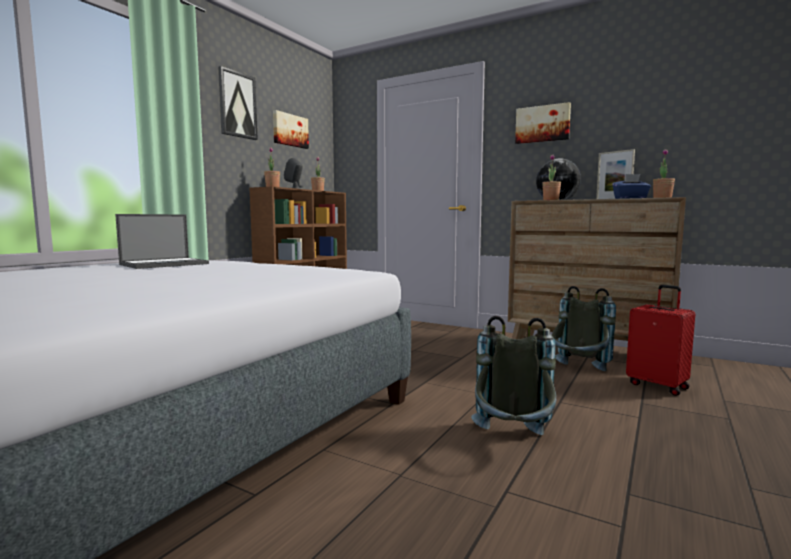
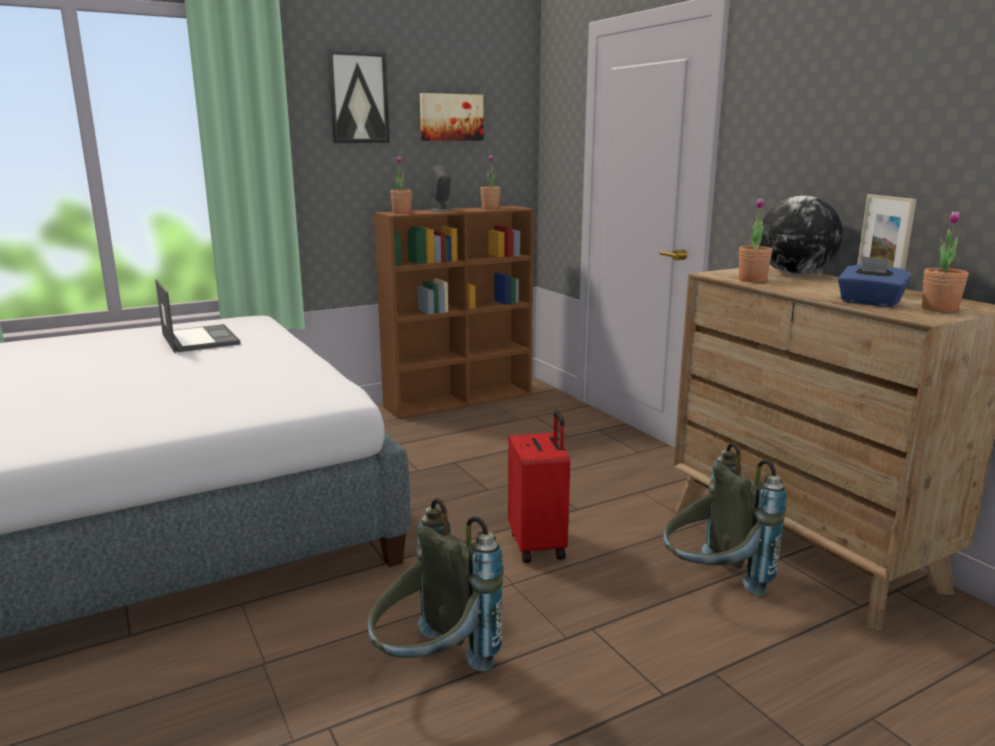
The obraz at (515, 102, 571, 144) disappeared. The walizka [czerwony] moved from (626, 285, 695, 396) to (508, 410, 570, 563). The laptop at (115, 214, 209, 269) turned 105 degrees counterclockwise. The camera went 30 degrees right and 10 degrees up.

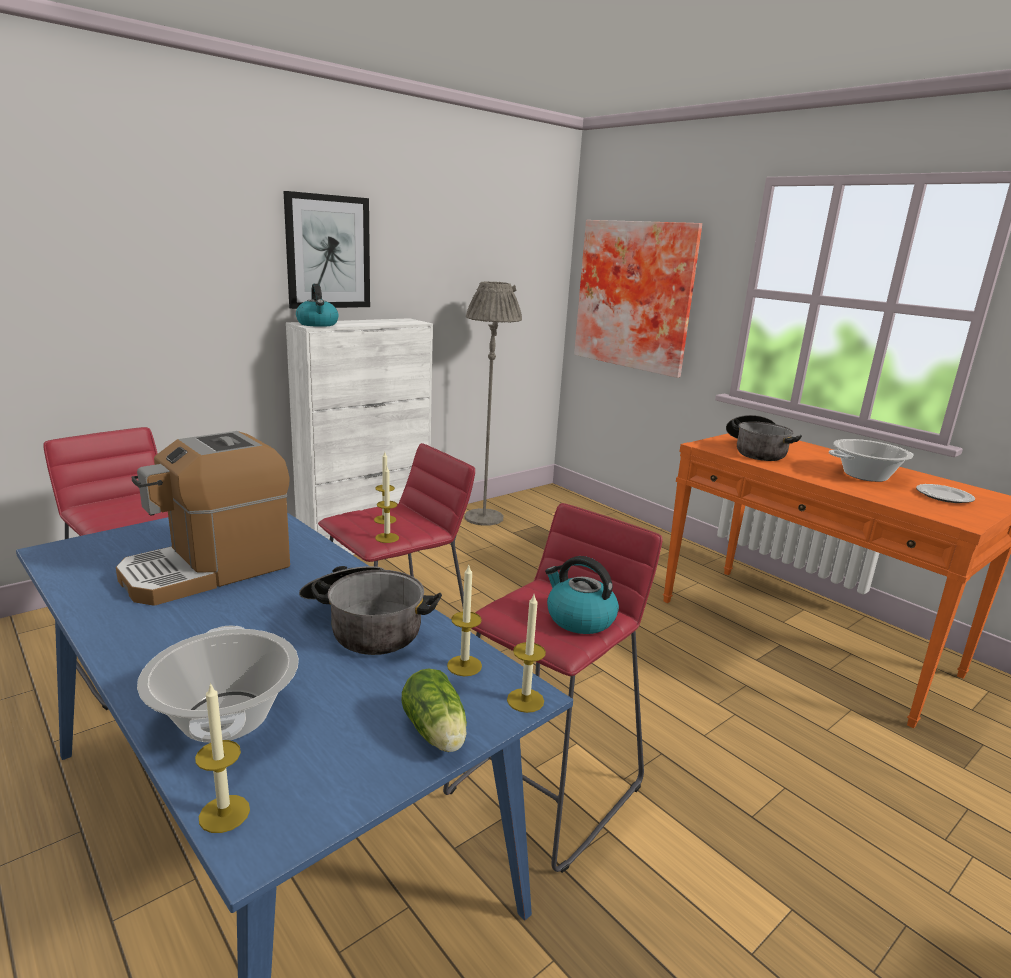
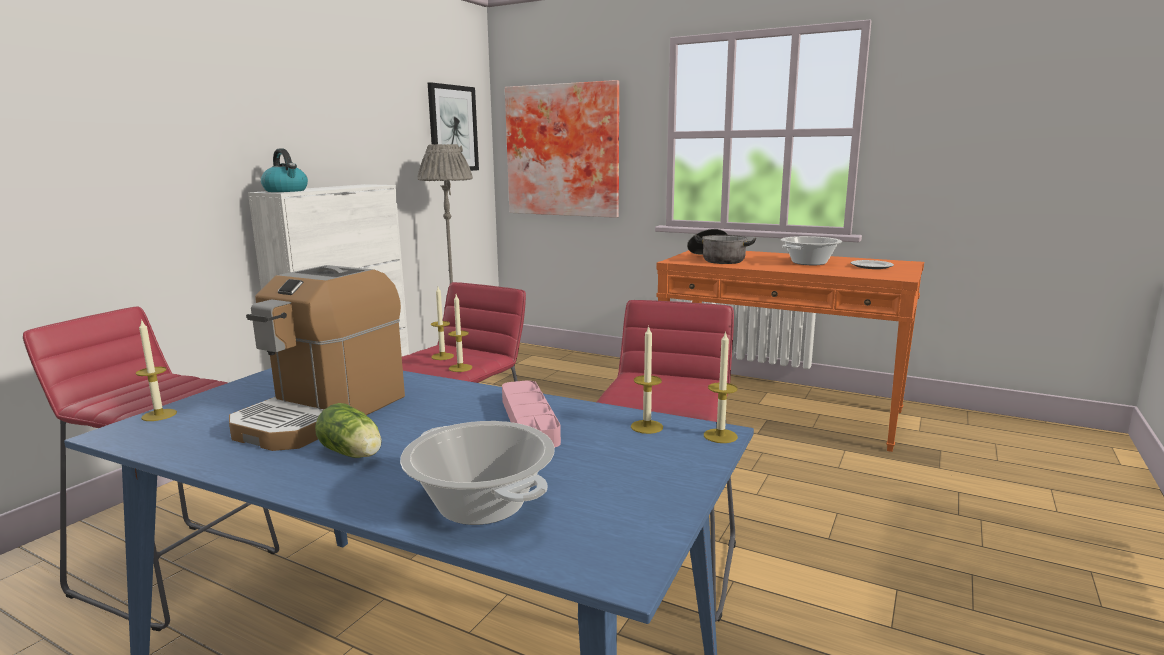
The czajnik at (545, 556, 619, 634) disappeared. The świeca moved from (195, 682, 250, 833) to (135, 319, 177, 421). The obraz moved from (283, 191, 370, 309) to (428, 82, 479, 171). The sałata moved from (402, 668, 467, 752) to (315, 403, 382, 458). The garnek at (299, 566, 442, 655) was replaced by the taca [różowy] at (502, 380, 561, 447). The camera went 20 degrees left and 5 degrees down.

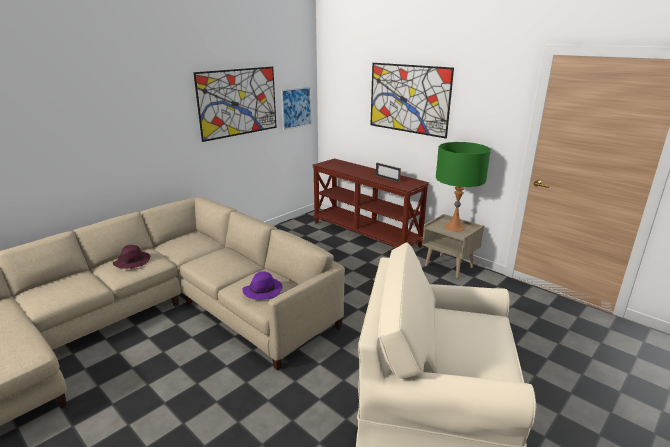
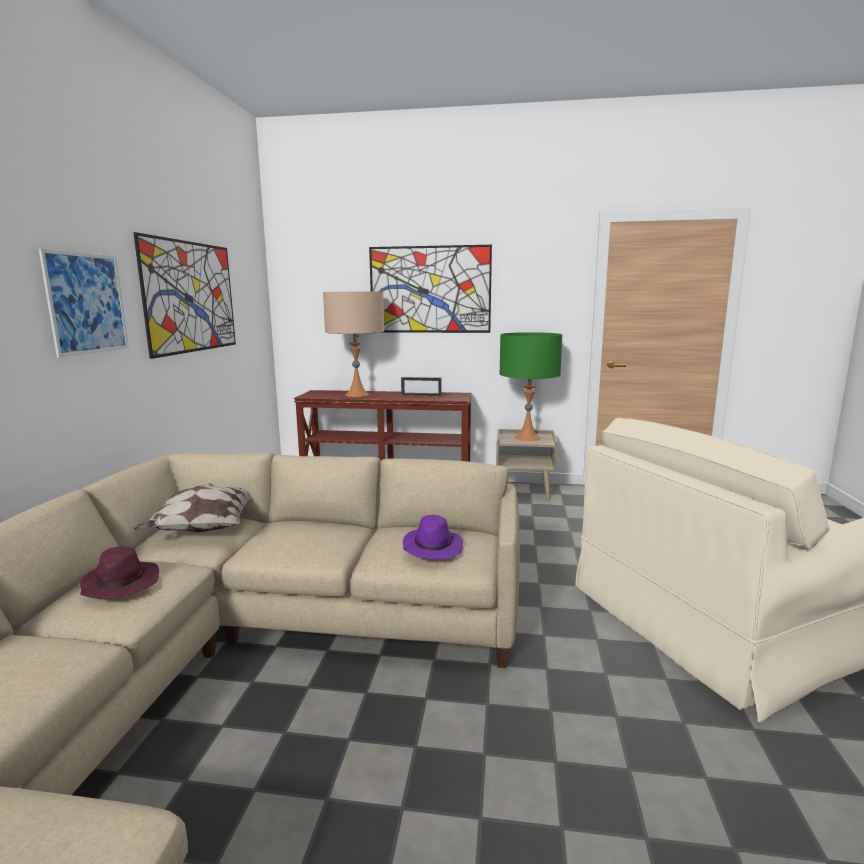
The poduszka at (134, 483, 251, 532) appeared. The lampa stołowa [beżowy] at (323, 292, 384, 397) appeared. The obraz moved from (281, 86, 312, 130) to (39, 249, 129, 357). The camera went 35 degrees left and 10 degrees down.

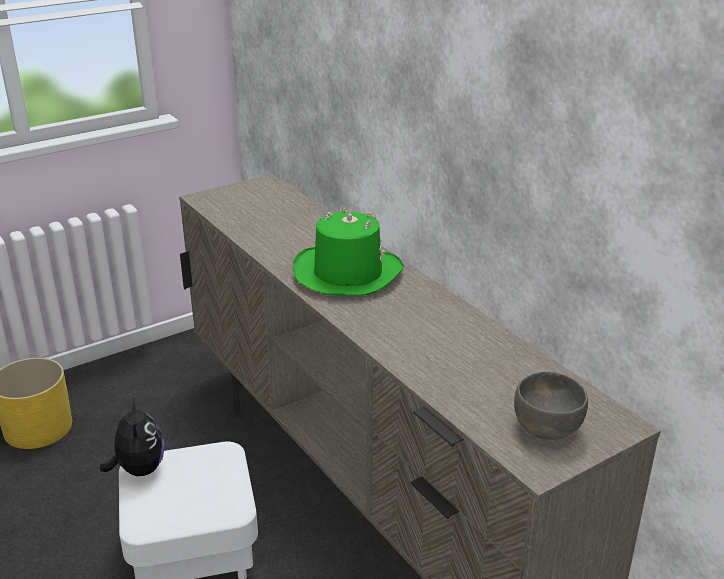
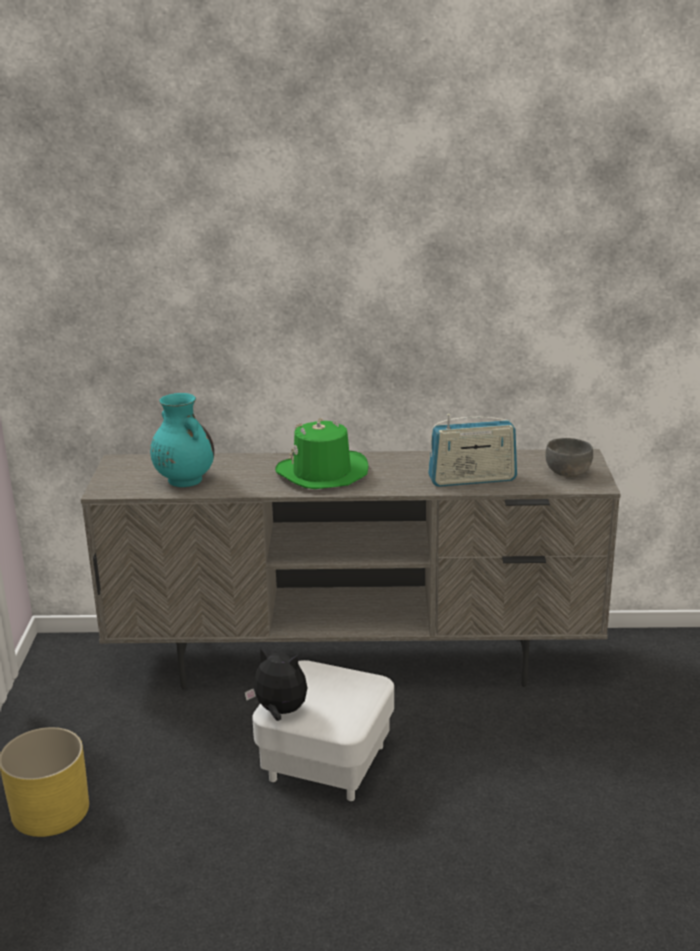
The wazon [turkusowy] at (150, 393, 214, 487) appeared. The radio at (428, 414, 517, 487) appeared. The camera went 55 degrees left and 5 degrees down.

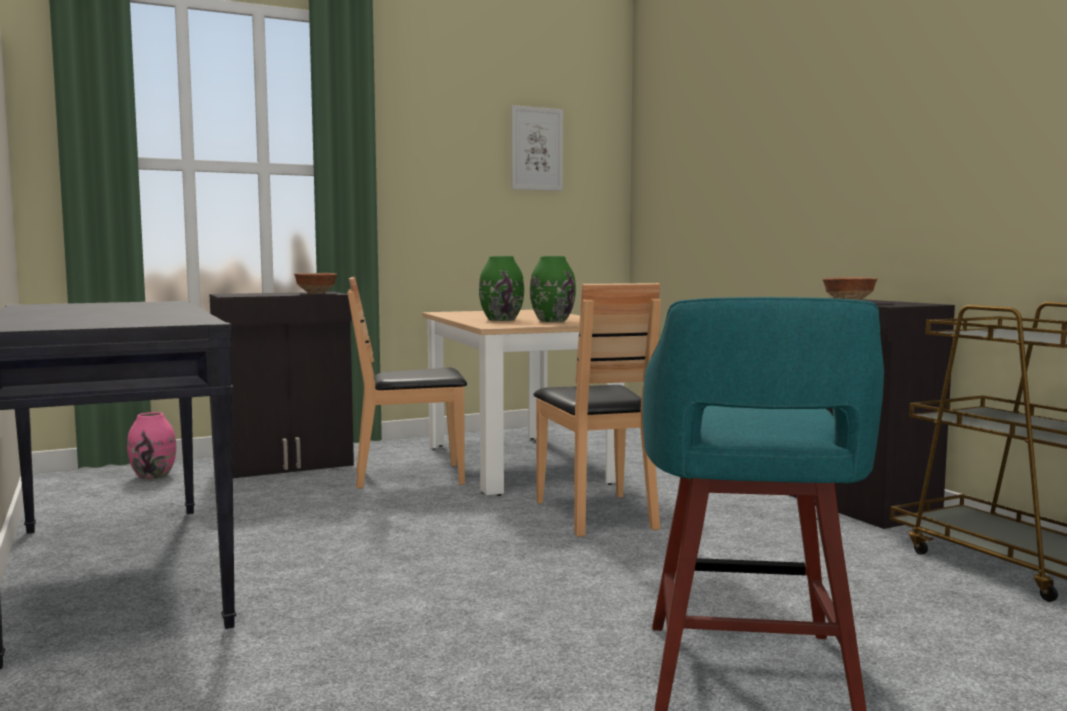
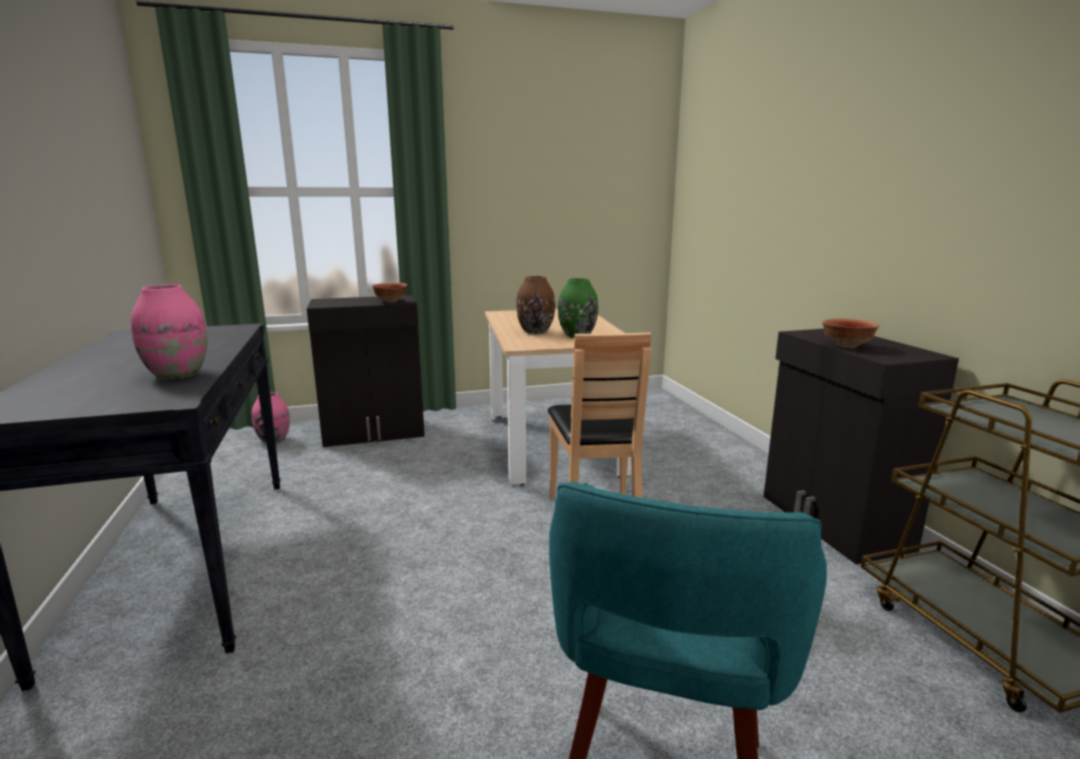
The krzesło [brązowy] at (347, 277, 467, 488) disappeared. The obraz at (511, 105, 563, 191) disappeared. The wazon [różowy] at (131, 284, 207, 380) appeared. The wazon [zielony] at (479, 256, 524, 321) became the wazon [brązowy] at (516, 276, 555, 334). The camera went 10 degrees right and 10 degrees up.

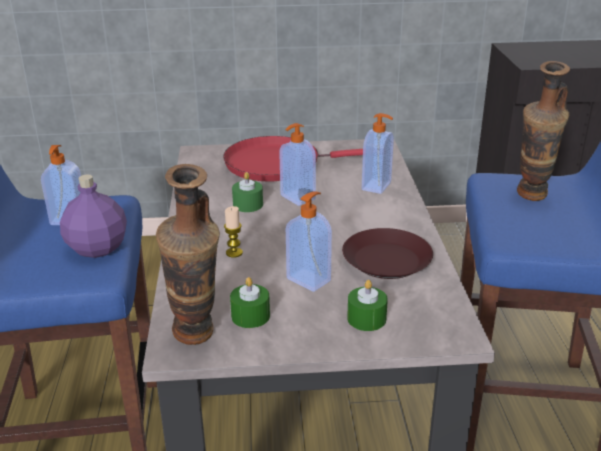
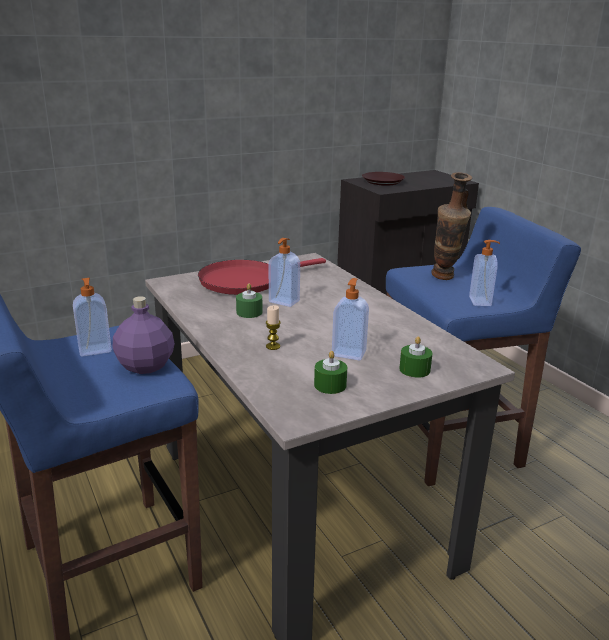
The wazon at (156, 164, 220, 345) disappeared. The talerz [brązowy] moved from (342, 228, 433, 279) to (362, 172, 405, 186). The dozownik mydła moved from (362, 113, 394, 194) to (469, 240, 500, 306). The camera went 25 degrees left and 5 degrees down.

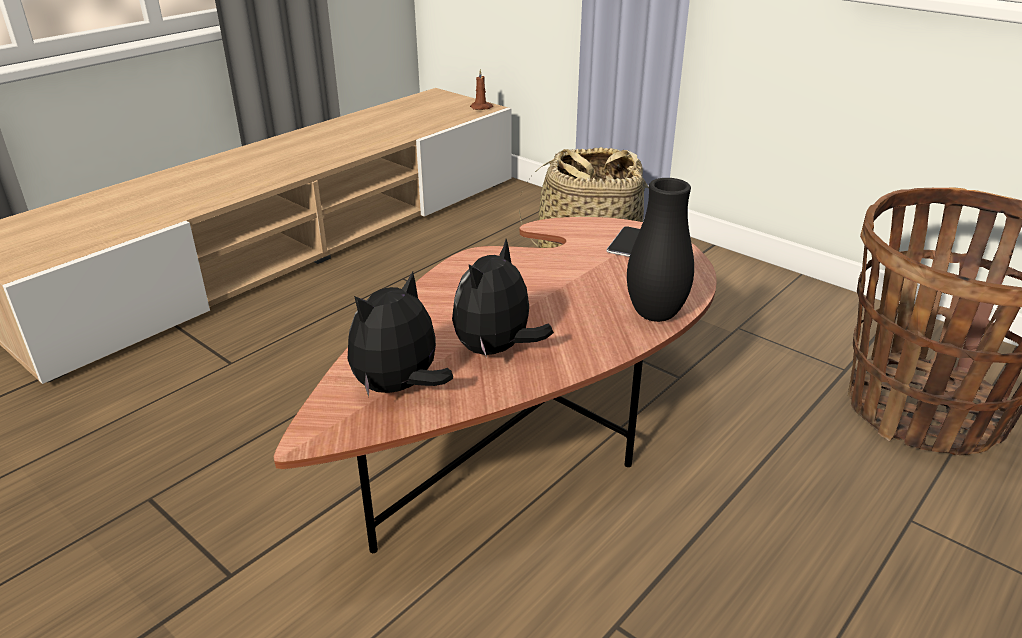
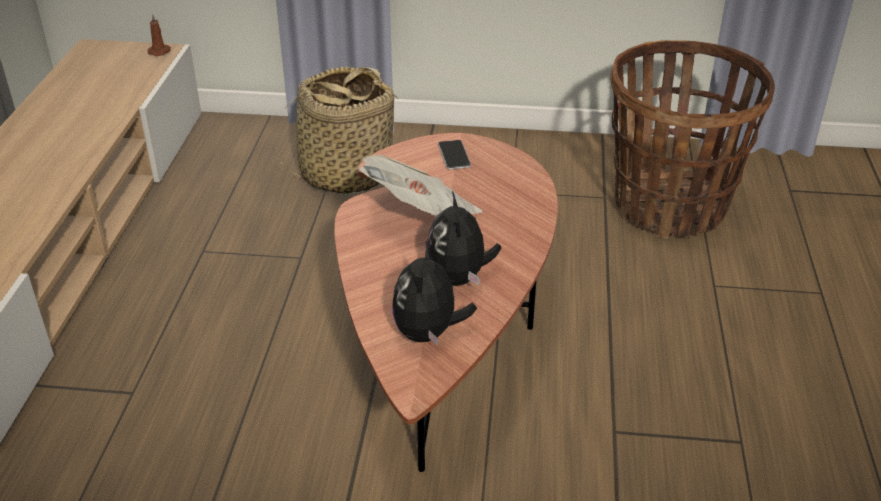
The wazon [czarny] at (627, 178, 694, 322) disappeared. The gazeta at (358, 155, 482, 217) appeared. The camera went 35 degrees left and 5 degrees up.

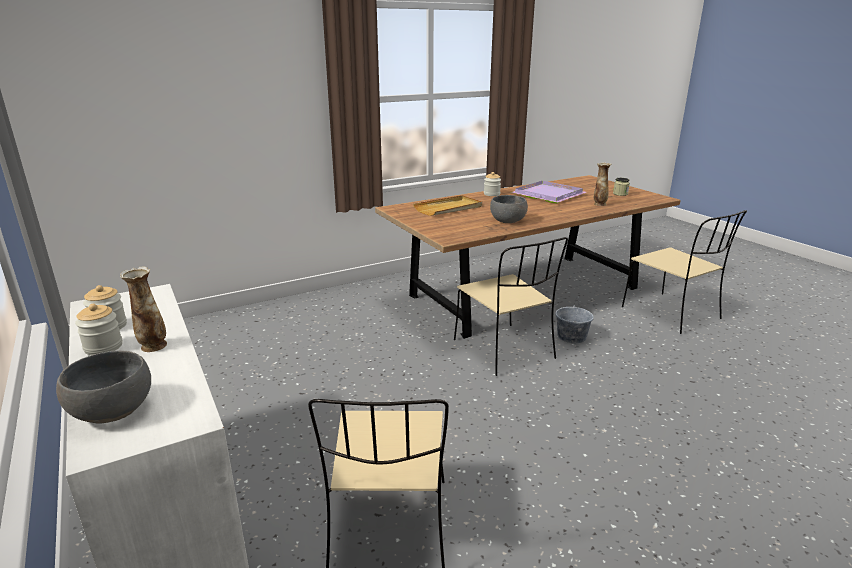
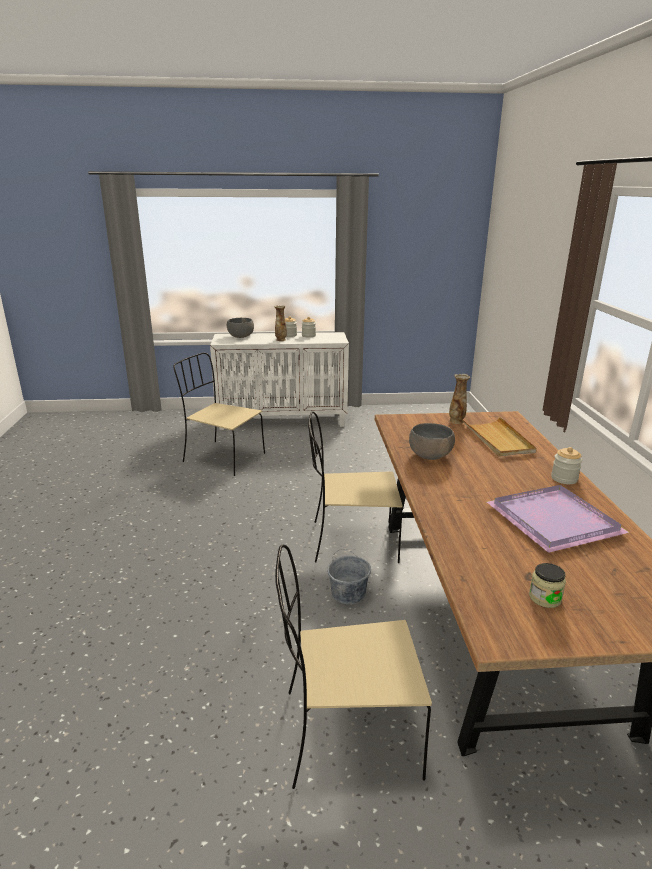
The wazon moved from (594, 162, 611, 206) to (449, 374, 470, 424). The camera went 115 degrees right and 0 degrees up.

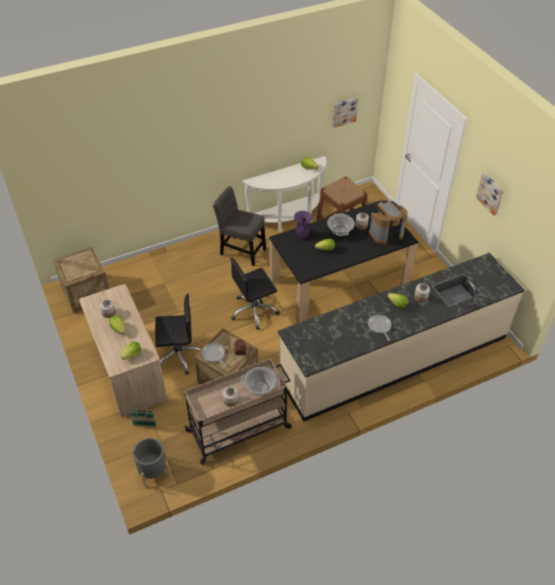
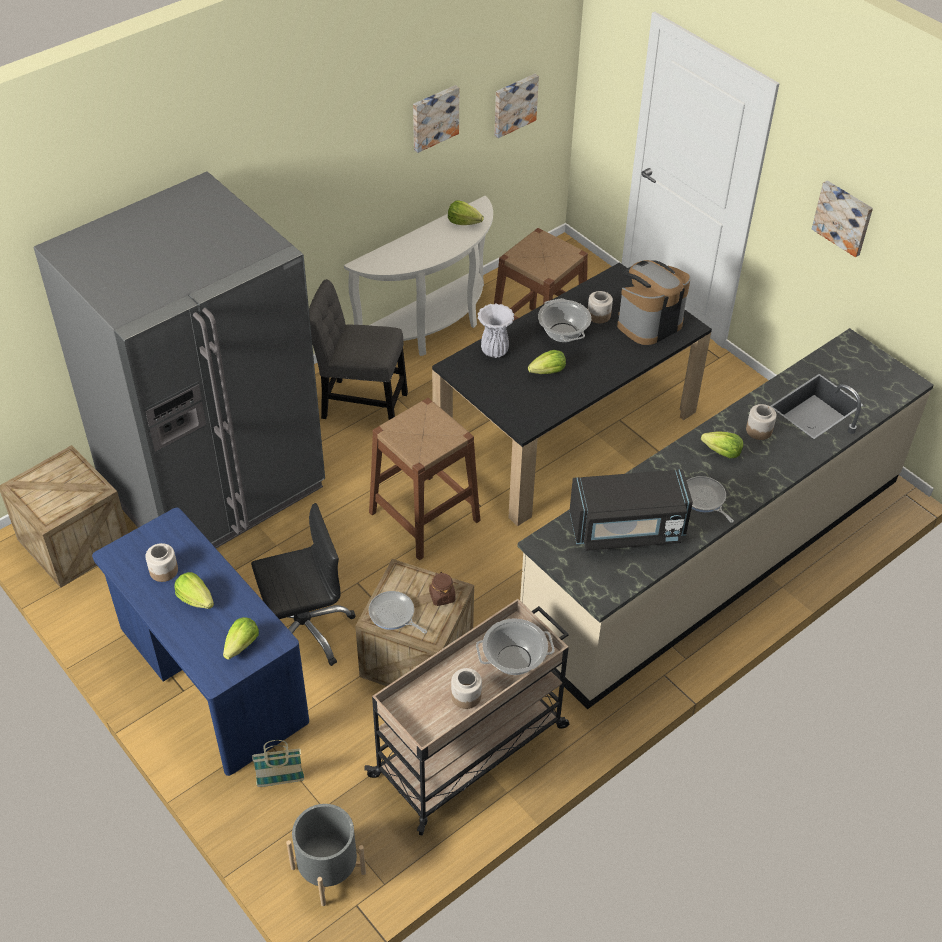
The lodówka [szary] at (34, 172, 325, 548) appeared. The obraz at (413, 85, 459, 153) appeared. The mikrofalówka [czarny] at (570, 469, 693, 551) appeared. The krzesło biurowe [czarny] at (230, 258, 280, 330) was replaced by the stołek [brązowy] at (369, 398, 481, 560). The biurko [beżowy] at (79, 284, 167, 417) became the biurko [niebieski] at (92, 507, 309, 776). The wazon [fioletowy] at (294, 210, 313, 238) became the wazon [biały] at (478, 304, 514, 358). The camera went 15 degrees left and 0 degrees up.

